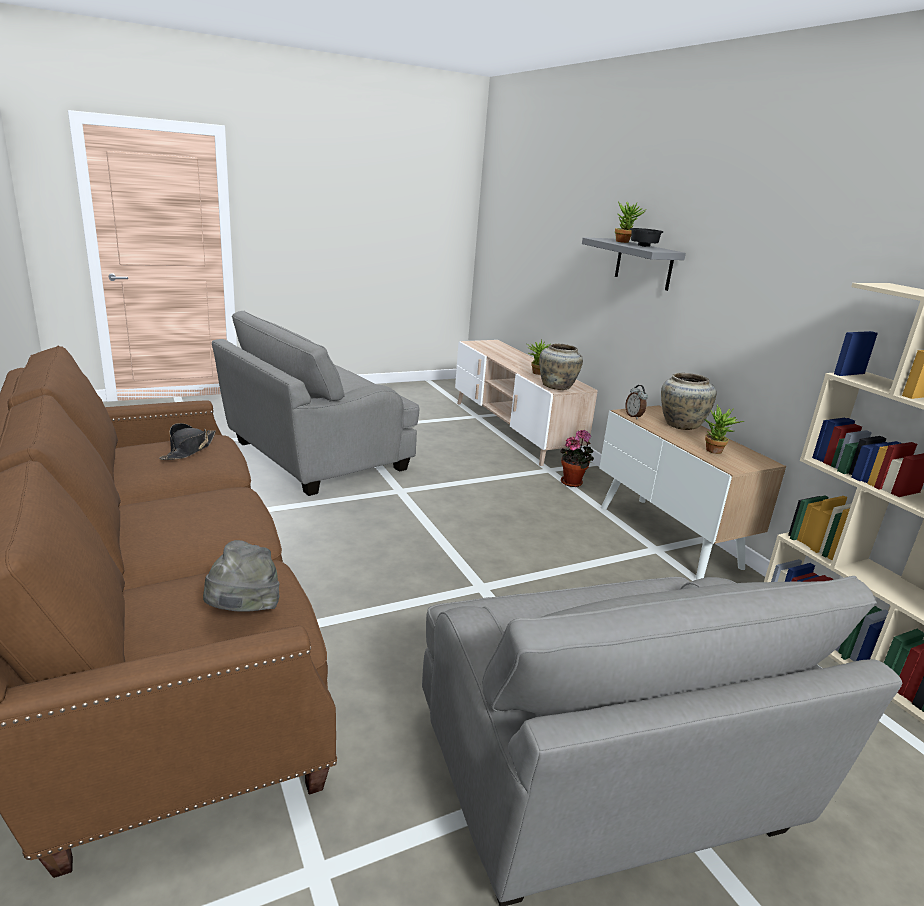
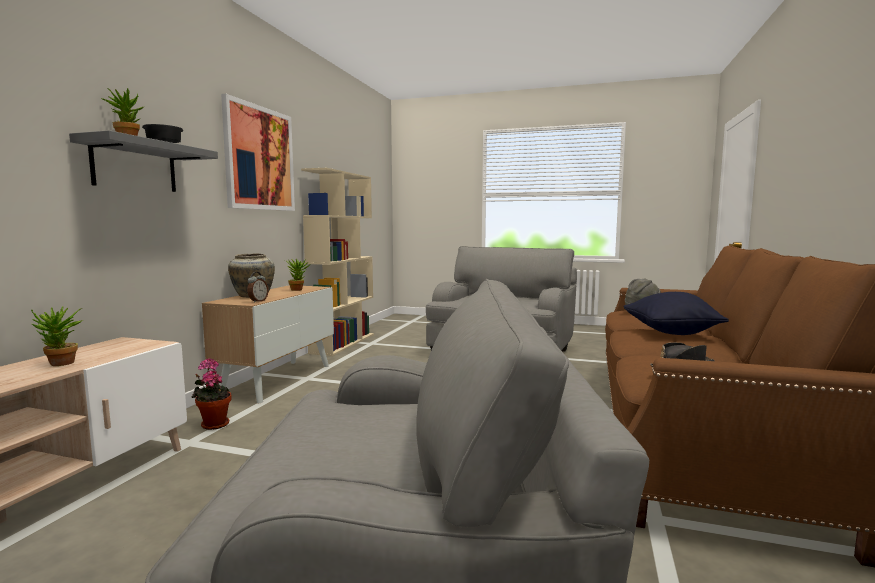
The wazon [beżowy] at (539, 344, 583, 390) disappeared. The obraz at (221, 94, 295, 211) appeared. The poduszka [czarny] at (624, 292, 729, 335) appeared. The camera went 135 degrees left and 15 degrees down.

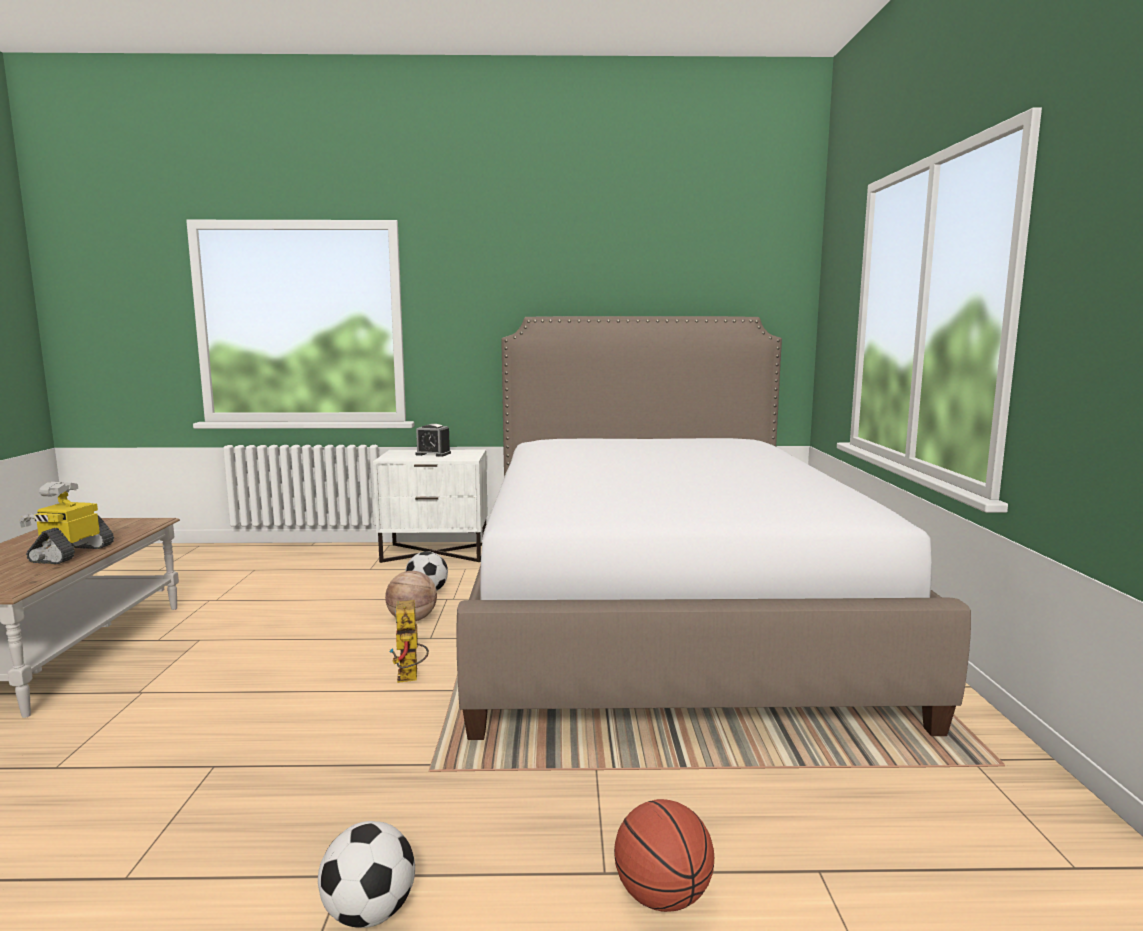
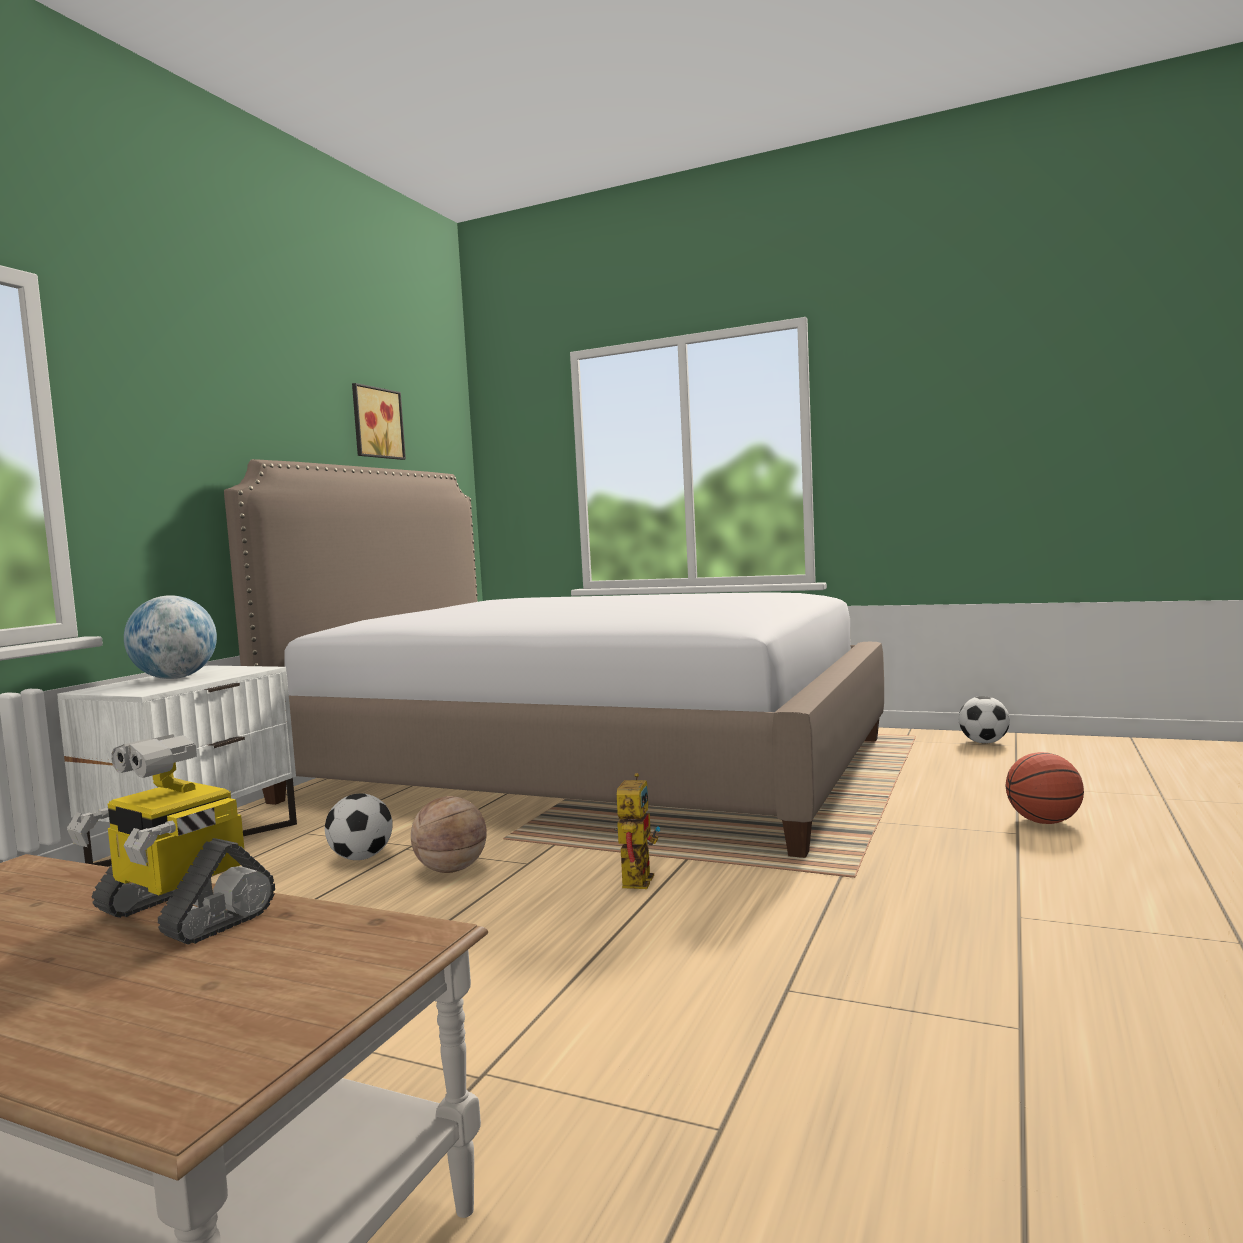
The obraz at (352, 383, 406, 460) appeared. The piłka futbolowa moved from (318, 821, 415, 928) to (959, 696, 1010, 744). The budzik at (415, 424, 451, 457) was replaced by the globus at (124, 595, 217, 679). The robot zabawkowy at (389, 600, 429, 683) turned 90 degrees counterclockwise. The camera went 65 degrees left and 5 degrees down.

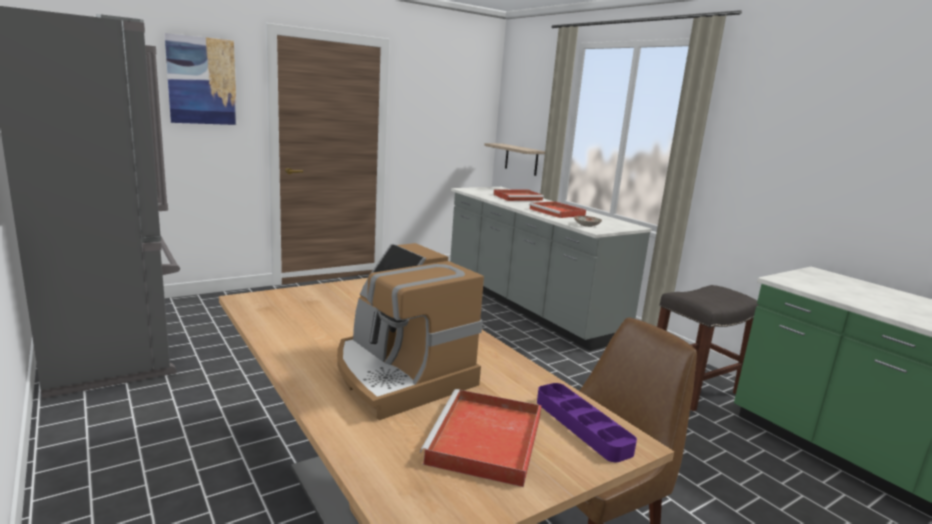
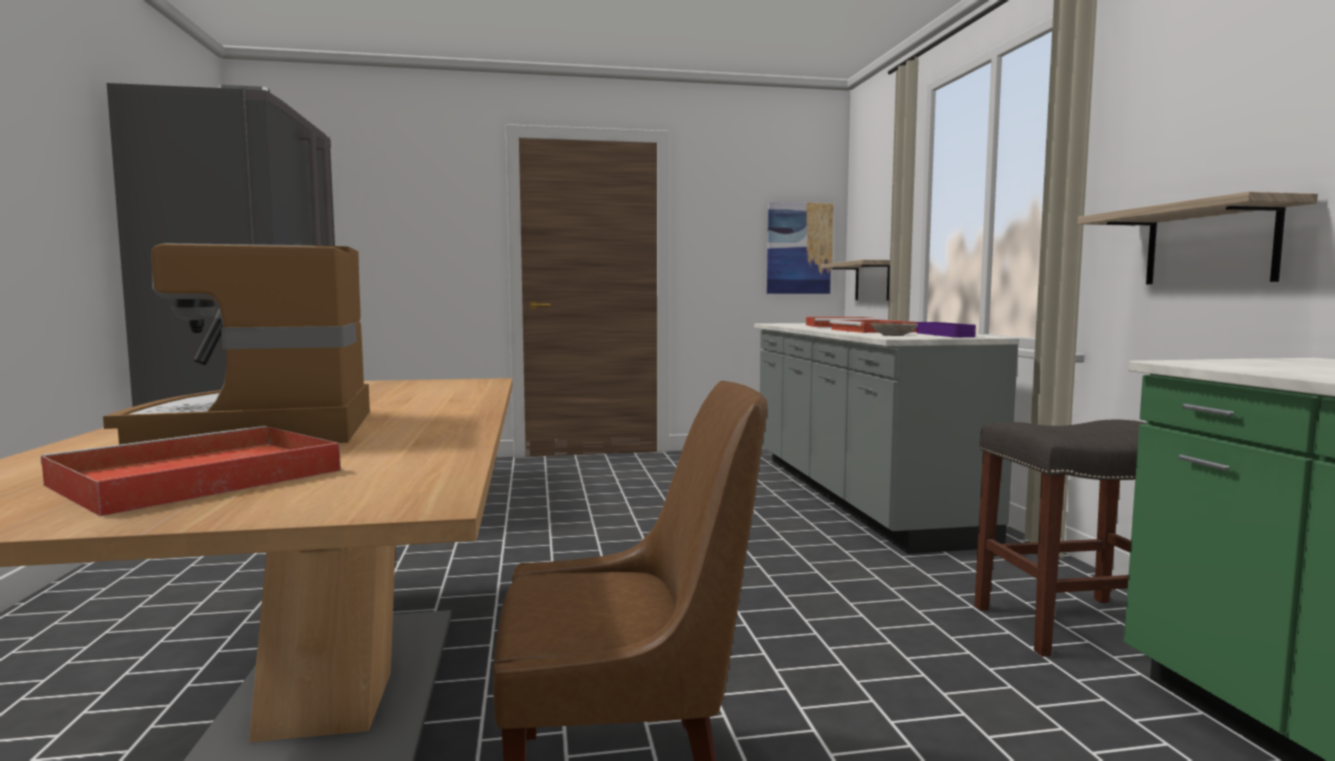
The półka at (1077, 191, 1318, 284) appeared. The obraz moved from (164, 33, 237, 125) to (767, 202, 834, 294). The taca [fioletowy] moved from (537, 383, 637, 462) to (917, 322, 976, 337). The camera went 25 degrees right and 10 degrees down.

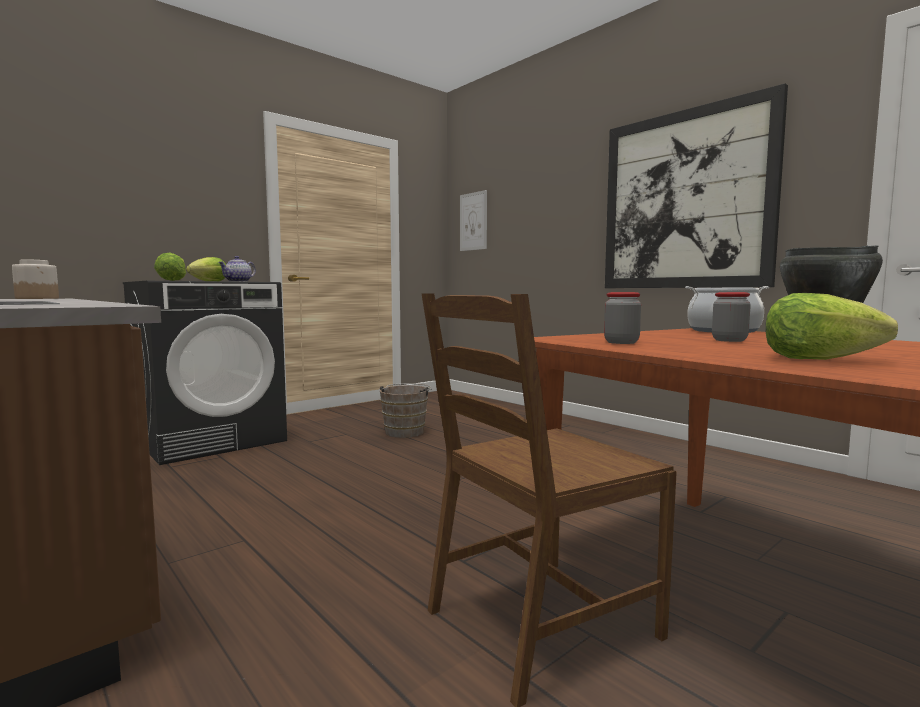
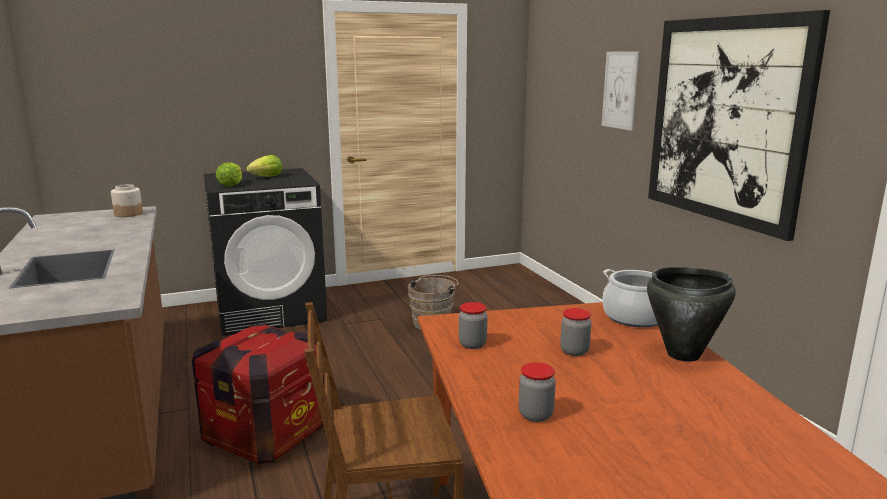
The imbryk at (219, 256, 256, 282) disappeared. The skrzynka at (192, 323, 325, 464) appeared. The obraz moved from (460, 190, 487, 251) to (602, 51, 639, 131). The sałata at (765, 293, 898, 360) was replaced by the słoik at (519, 362, 556, 422). The camera went 20 degrees right and 10 degrees up.

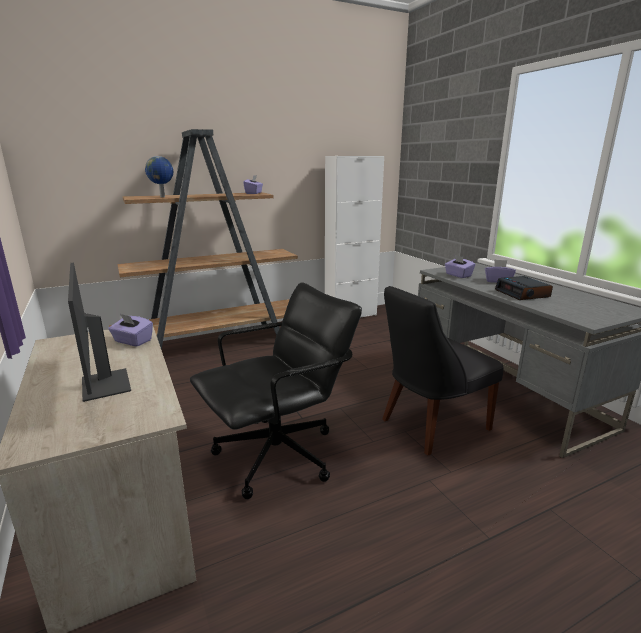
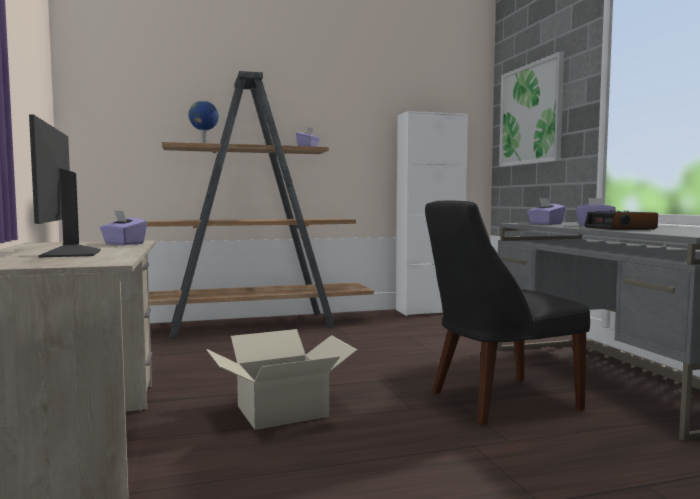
The obraz at (499, 52, 564, 167) appeared. The krzesło biurowe [czarny] at (190, 282, 362, 499) was replaced by the karton at (206, 329, 357, 430). The camera went 10 degrees right and 15 degrees down.

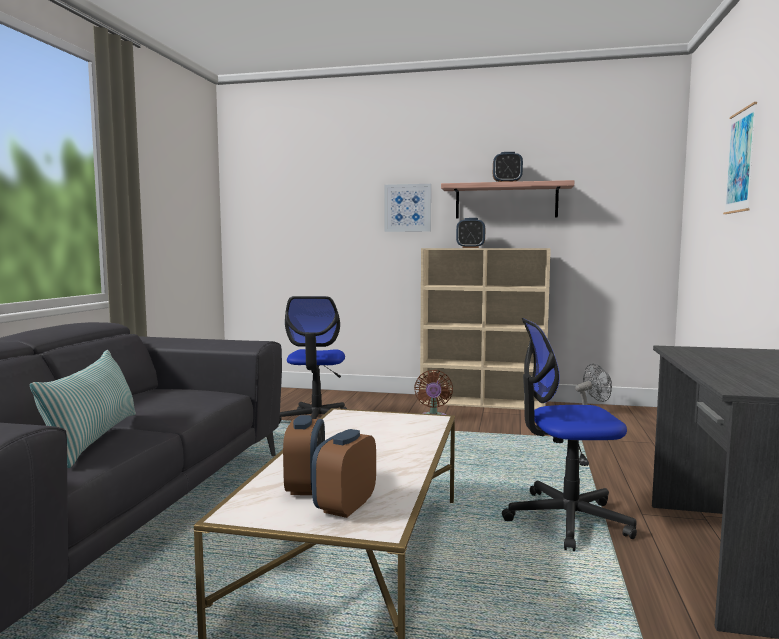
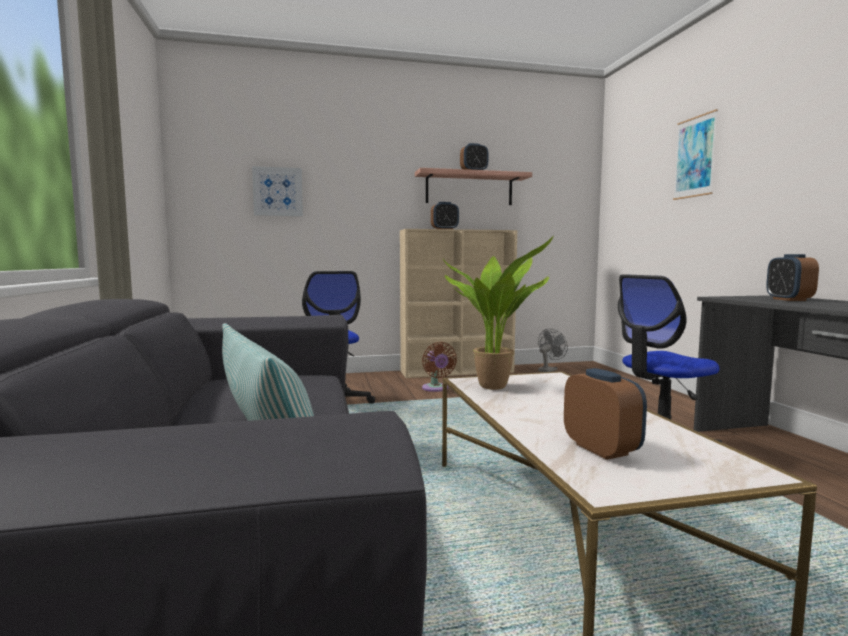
The roślina doniczkowa at (443, 236, 554, 390) appeared. The budzik moved from (312, 429, 376, 518) to (766, 254, 819, 301). The obraz moved from (385, 184, 431, 232) to (252, 166, 303, 216). The camera went 25 degrees left and 0 degrees up.

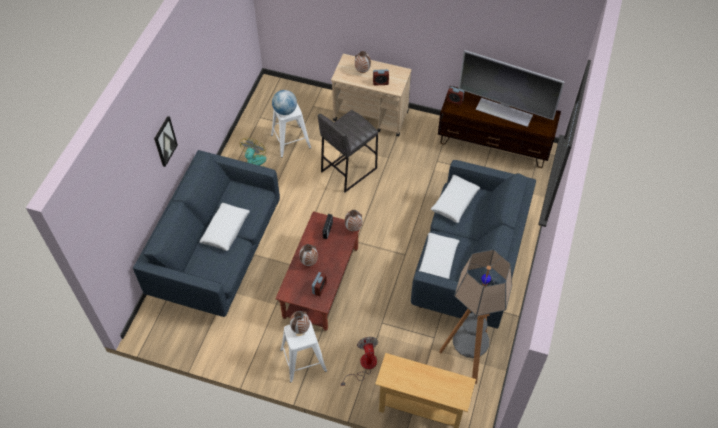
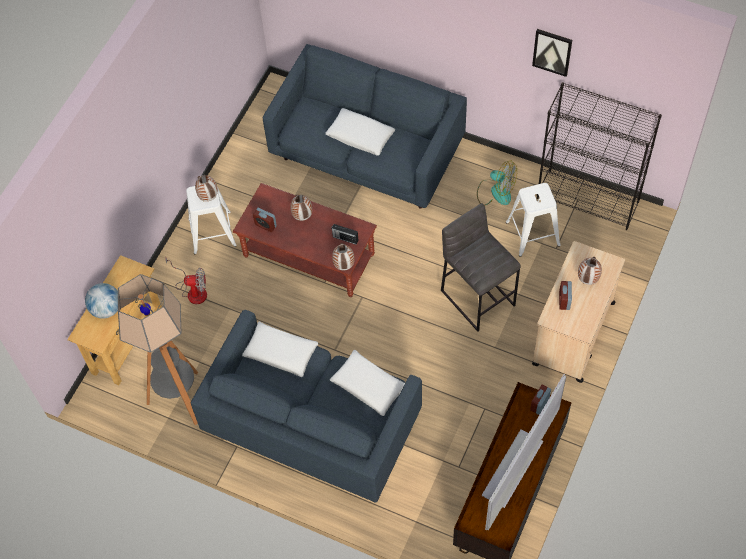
The regał [czarny] at (537, 82, 662, 230) appeared. The obraz moved from (154, 116, 178, 167) to (532, 29, 572, 77). The globus moved from (272, 90, 297, 115) to (85, 283, 118, 319). The camera went 100 degrees right and 5 degrees up.

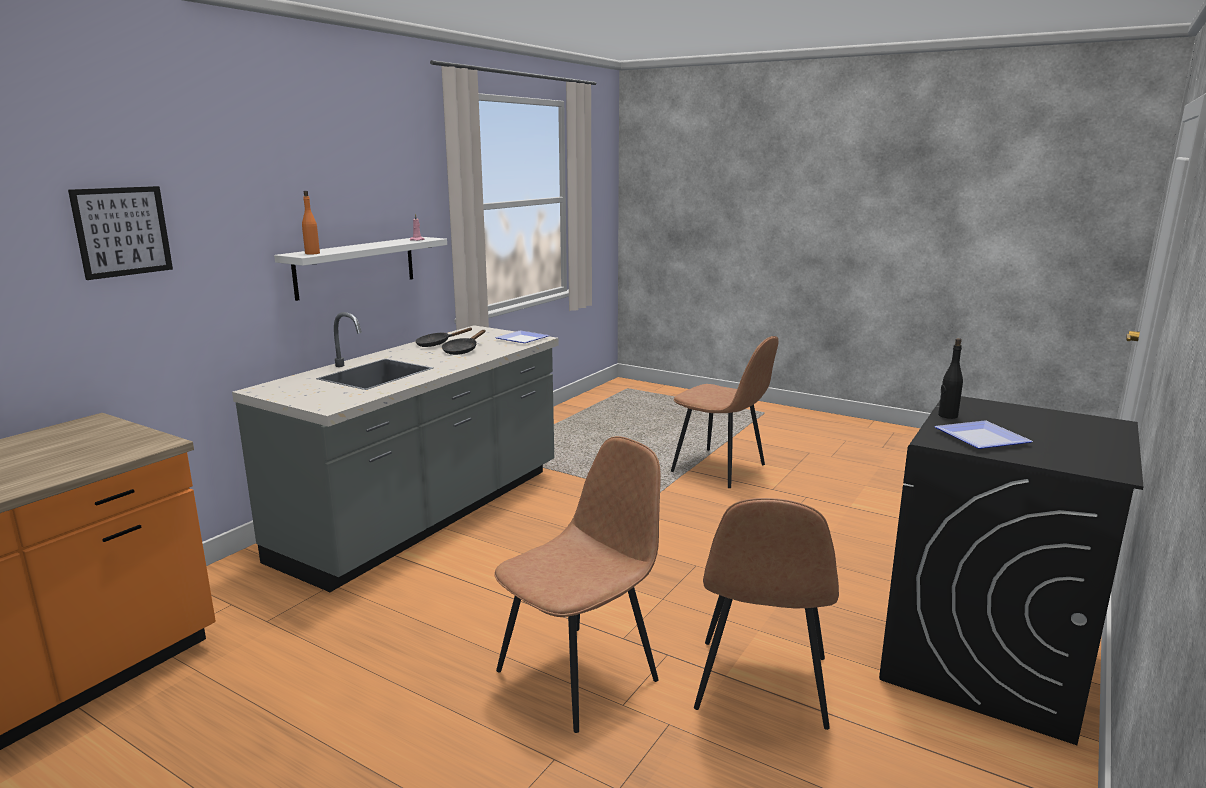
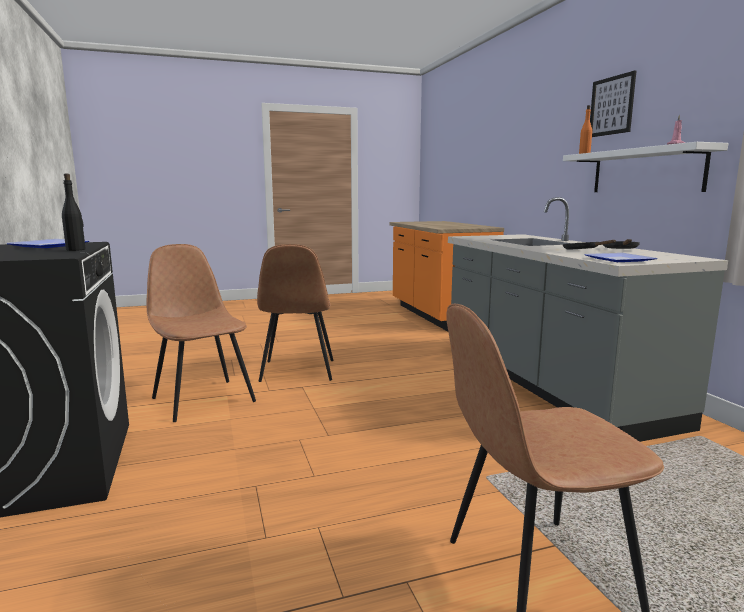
The obraz moved from (68, 186, 173, 280) to (590, 71, 636, 137). The camera went 130 degrees right and 5 degrees down.

